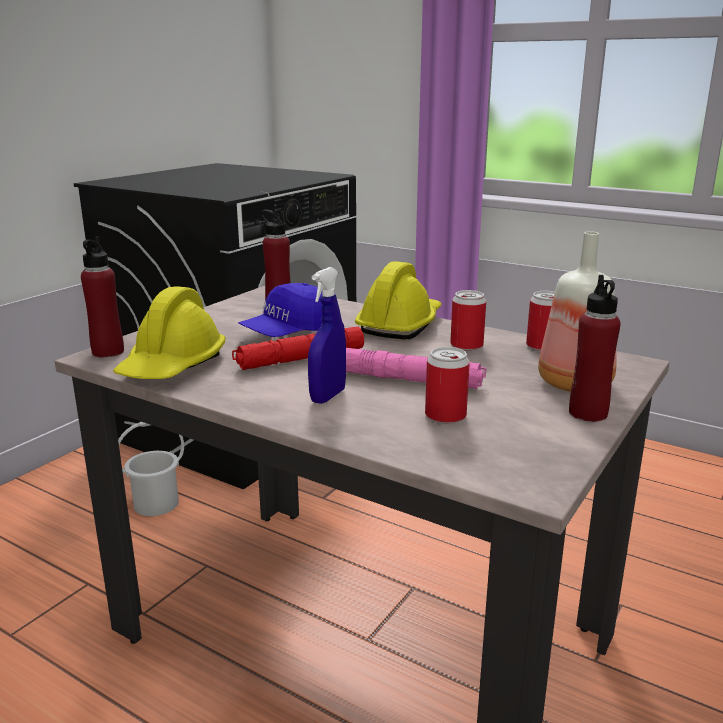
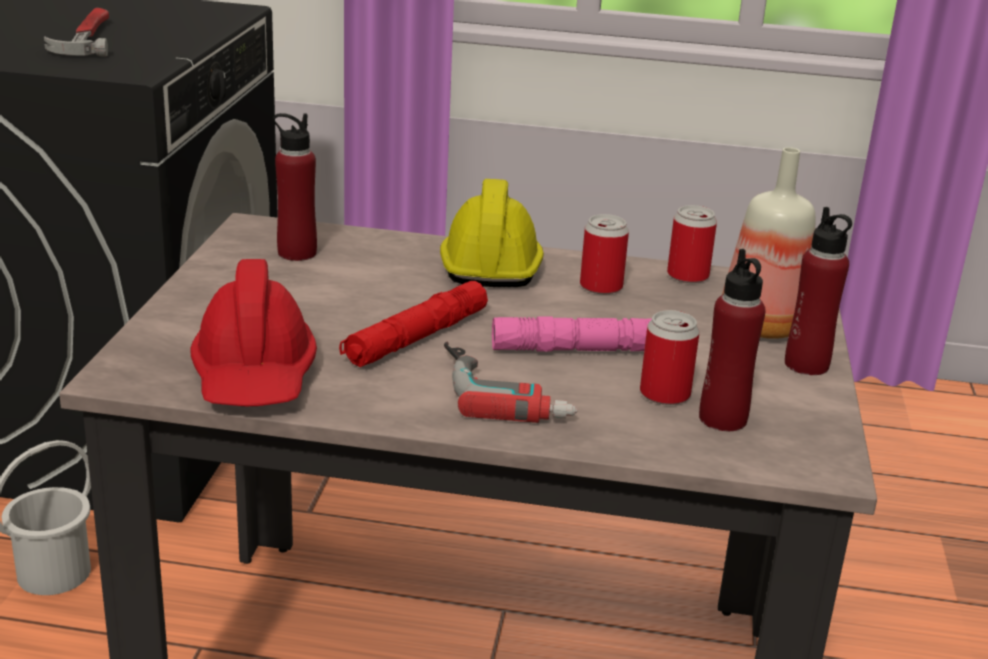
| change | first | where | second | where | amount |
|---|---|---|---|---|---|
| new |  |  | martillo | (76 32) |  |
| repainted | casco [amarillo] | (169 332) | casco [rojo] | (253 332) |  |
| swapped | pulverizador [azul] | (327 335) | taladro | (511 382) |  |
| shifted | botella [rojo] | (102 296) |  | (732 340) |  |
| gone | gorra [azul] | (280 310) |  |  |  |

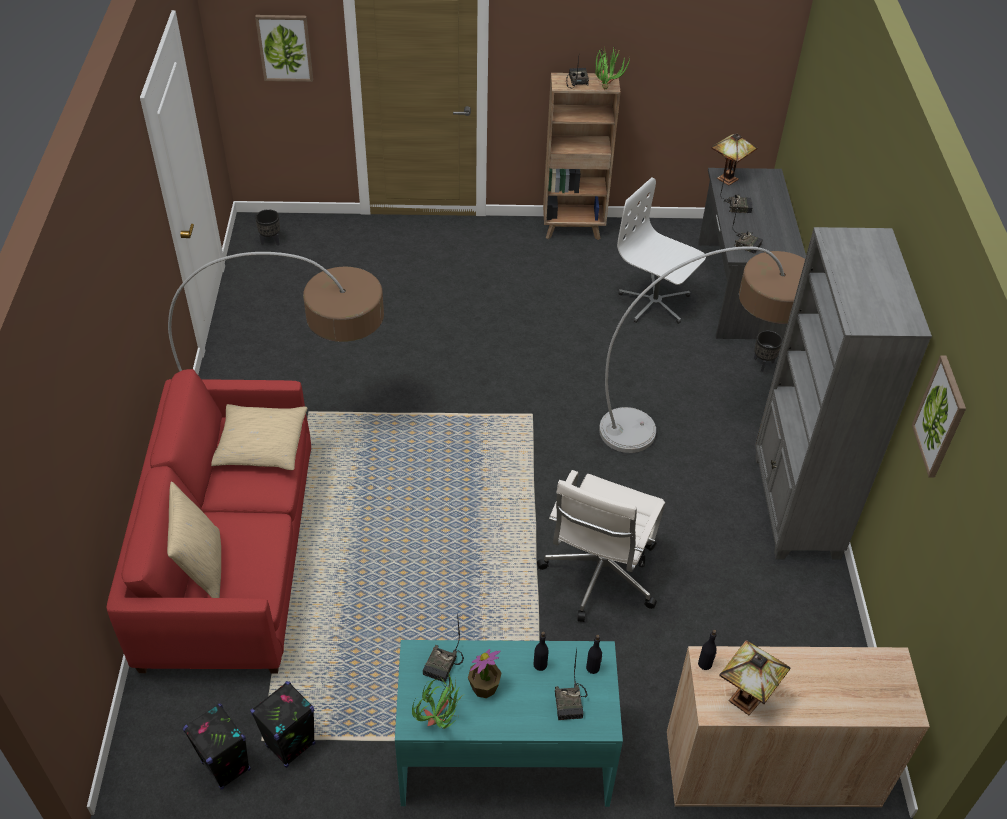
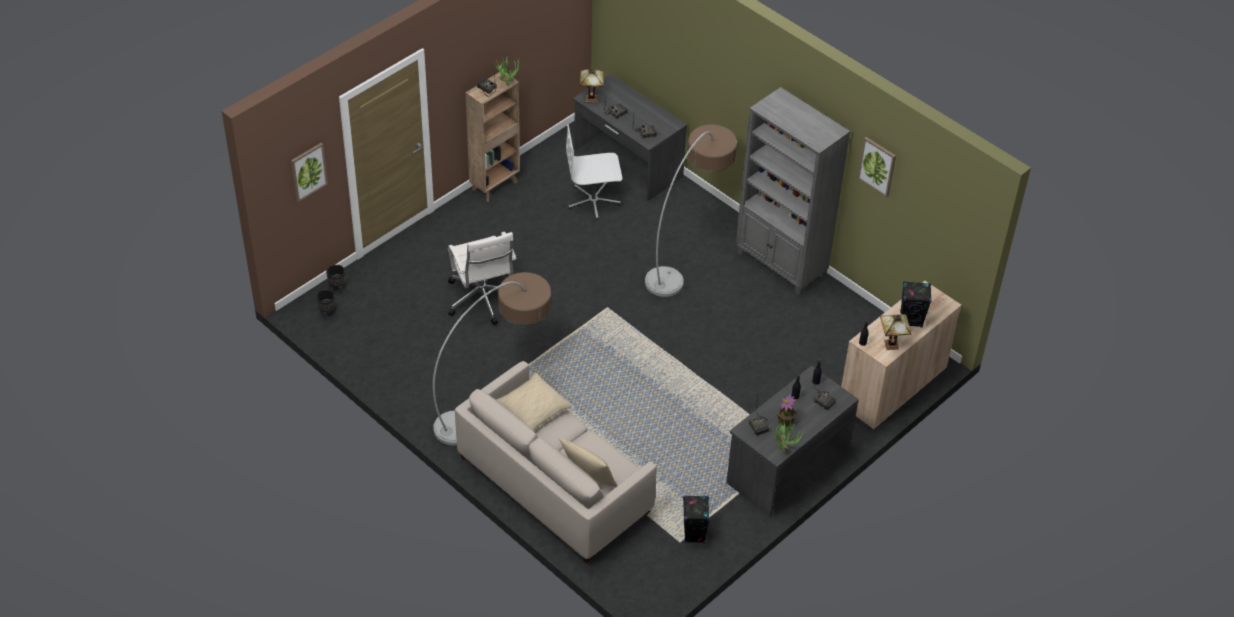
| change | first | where | second | where | amount |
|---|---|---|---|---|---|
| shifted | maceta [negro] | (768 351) |  | (336 279) |  |
| shifted | silla de oficina [blanco] | (601 546) |  | (482 278) |  |
| repainted | sofá [rojo] | (209 521) | sofá [beis] | (556 462) |  |
| repainted | escritorio [turquesa] | (509 723) | escritorio [gris] | (793 441) |  |
| shifted | altavoz [negro] | (217 746) |  | (916 304) |  |

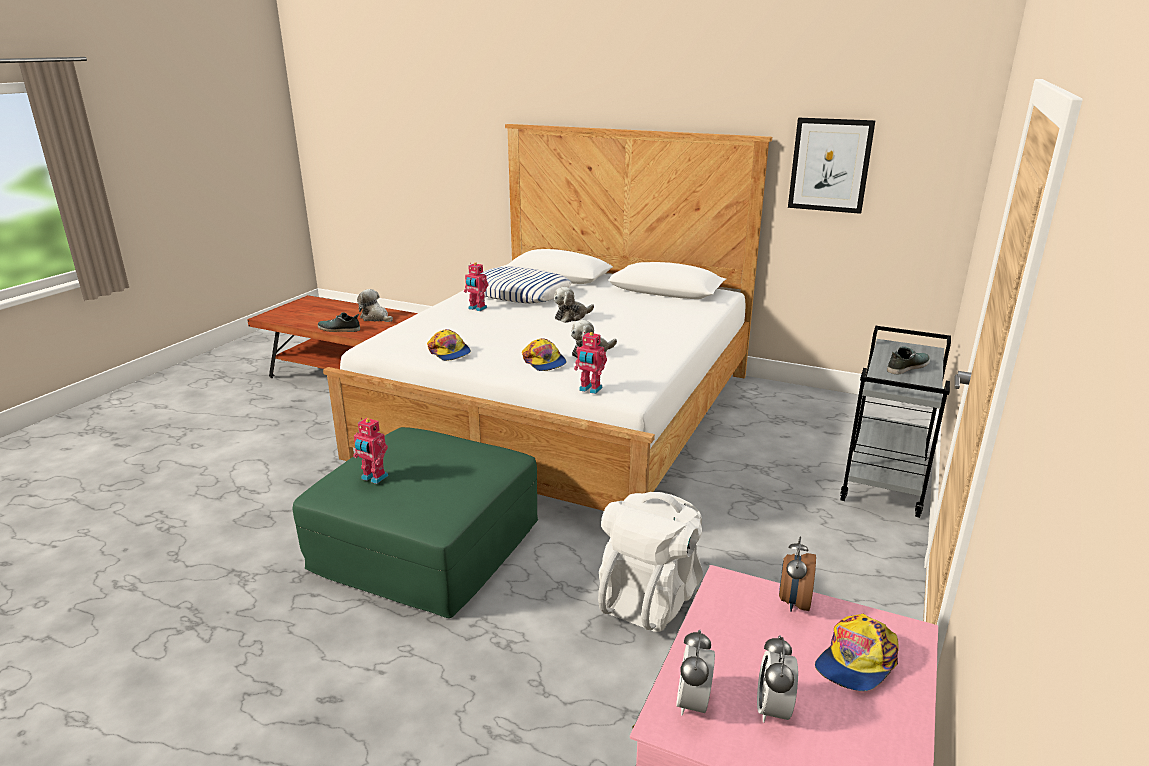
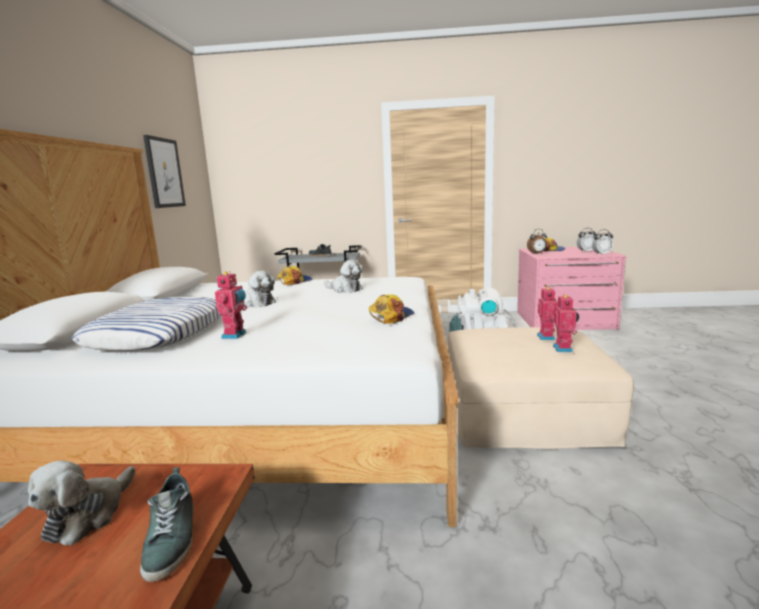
| change | first | where | second | where | amount |
|---|---|---|---|---|---|
| shifted | gorra | (544 354) |  | (295 275) |  |
| repainted | puf [verde] | (415 522) | puf [beis] | (541 388) |  |
| shifted | robot de juguete | (590 363) |  | (548 313) |  |

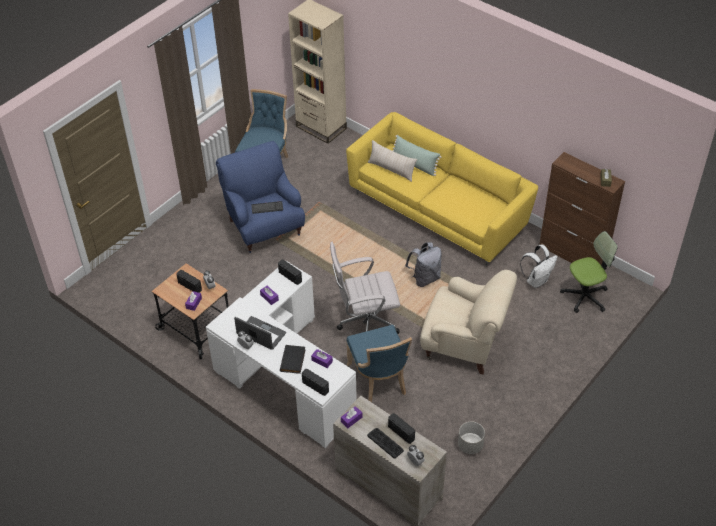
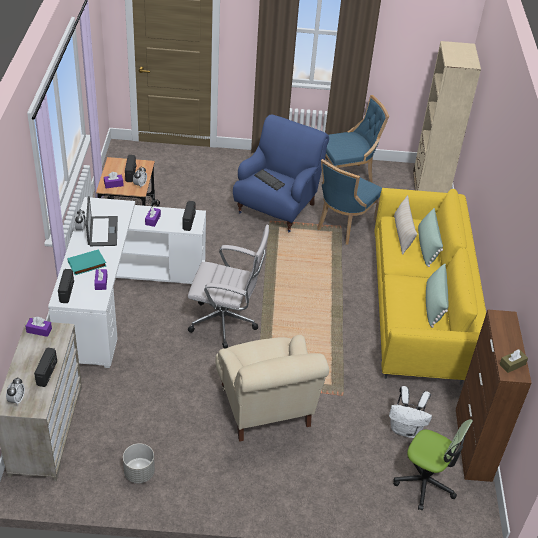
| change | first | where | second | where | amount |
|---|---|---|---|---|---|
| repainted | libro [negro] | (293 359) | libro [turquesa] | (86 262) |  |
| rotated | silla de oficina [blanco] | (365 288) |  | (228 286) | 150 degrees clockwise |
| shifted | silla [azul] | (379 363) |  | (349 202) |  |
| new |  |  | cojín [verde] | (437 296) |  |
| gone | teclado | (385 443) |  |  |  |
| gone | mochila [gris] | (423 264) |  |  |  |

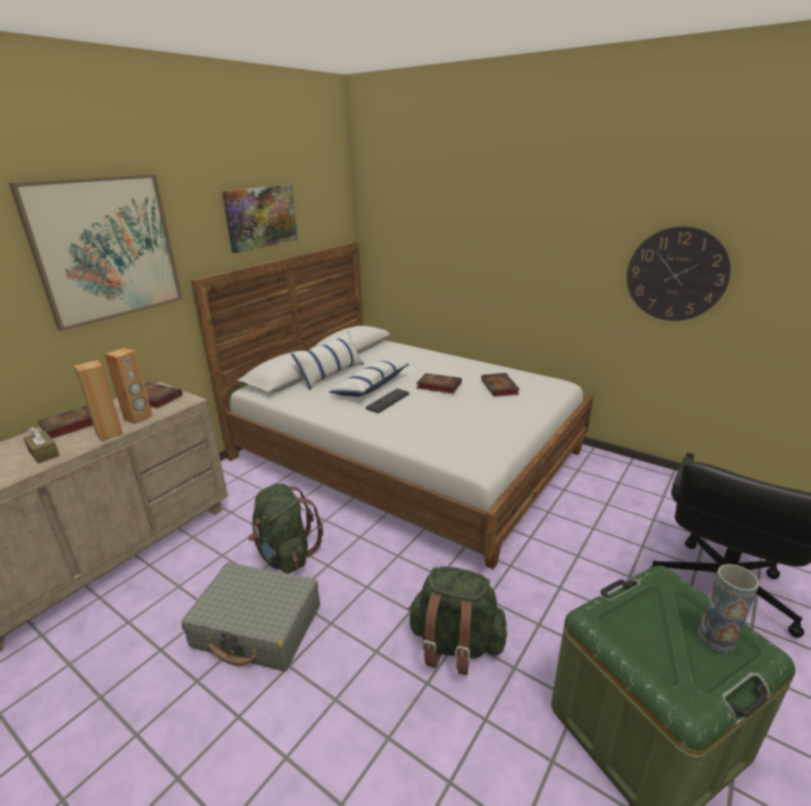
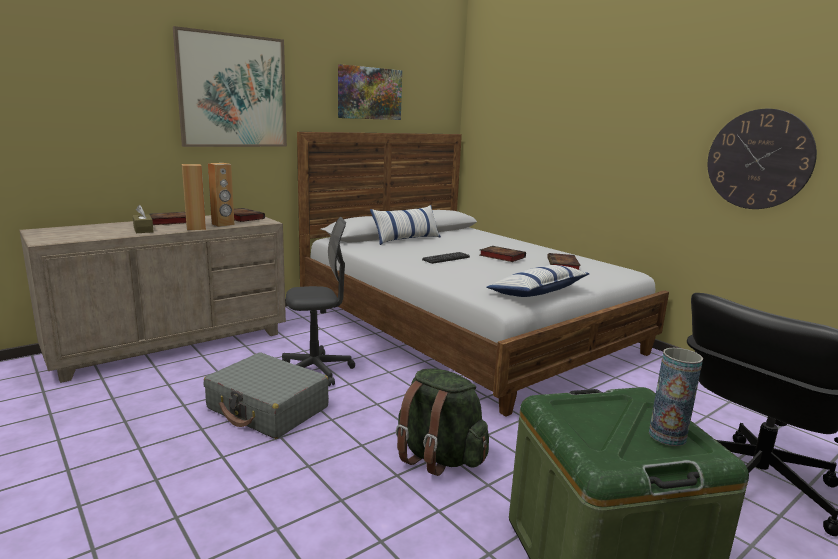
| change | first | where | second | where | amount |
|---|---|---|---|---|---|
| swapped | mochila [verde] | (285 528) | silla de oficina [gris] | (318 301) |  |
| shifted | cojín | (369 379) |  | (537 281) |  |

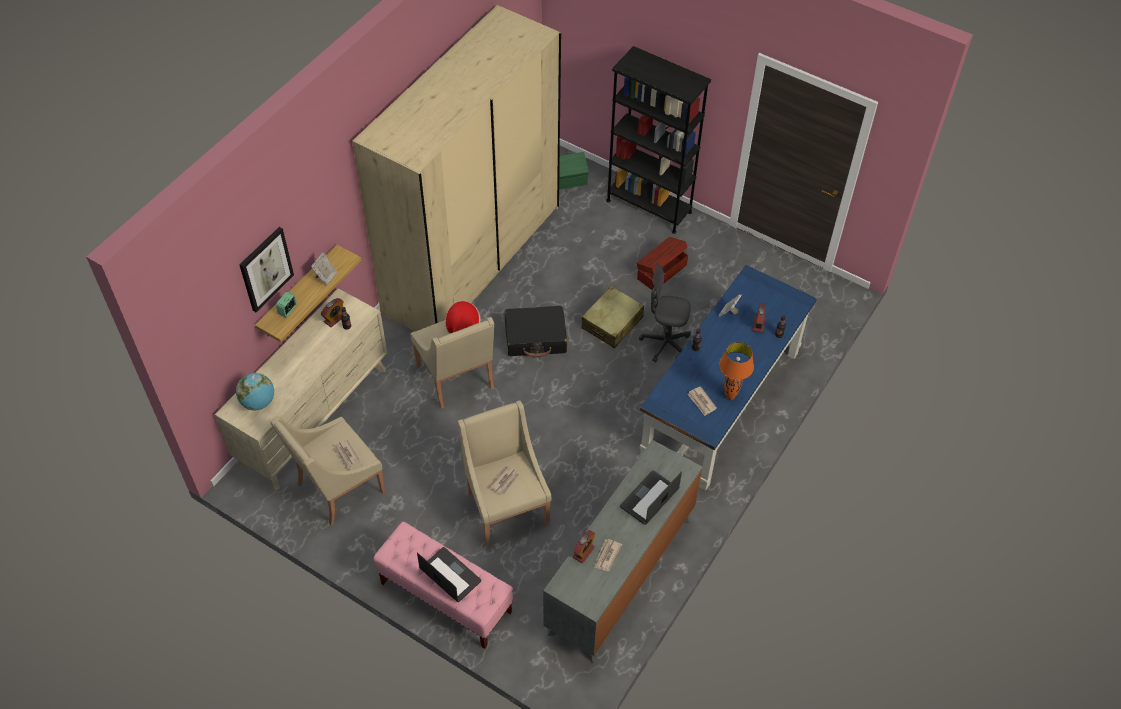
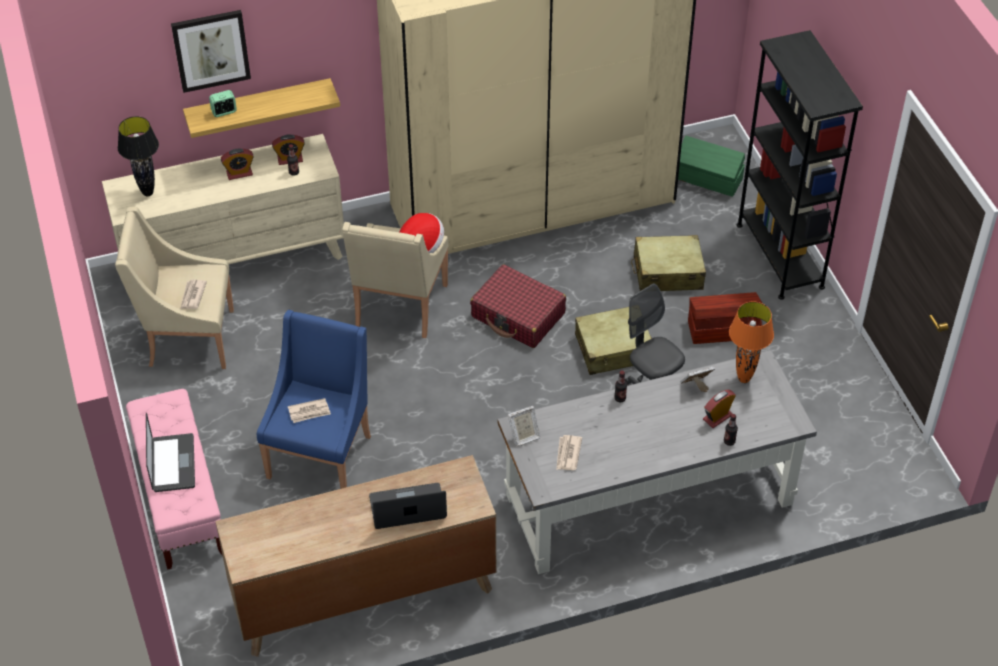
| change | first | where | second | where | amount |
|---|---|---|---|---|---|
| swapped | globo terráqueo | (255 392) | lámpara de mesa [negro] | (138 156) |  |
| repainted | cómoda [gris] | (623 551) | cómoda [marrón] | (355 556) |  |
| shifted | despertador | (584 547) |  | (237 164) |  |
| repainted | sillón [beis] | (504 473) | sillón [azul] | (314 399) |  |
| repainted | maleta [negro] | (536 332) | maleta [rojo] | (518 306) |  |
| repainted | escritorio [azul] | (728 378) | escritorio [gris] | (657 462) |  |
| shifted | portarretratos | (324 269) |  | (524 426) |  |
| new |  |  | maleta [beis] | (668 263) |  |
| shifted | lámpara de mesa [naranja] | (736 371) |  | (751 342) |  |
| gone | periódico | (608 555) |  |  |  |

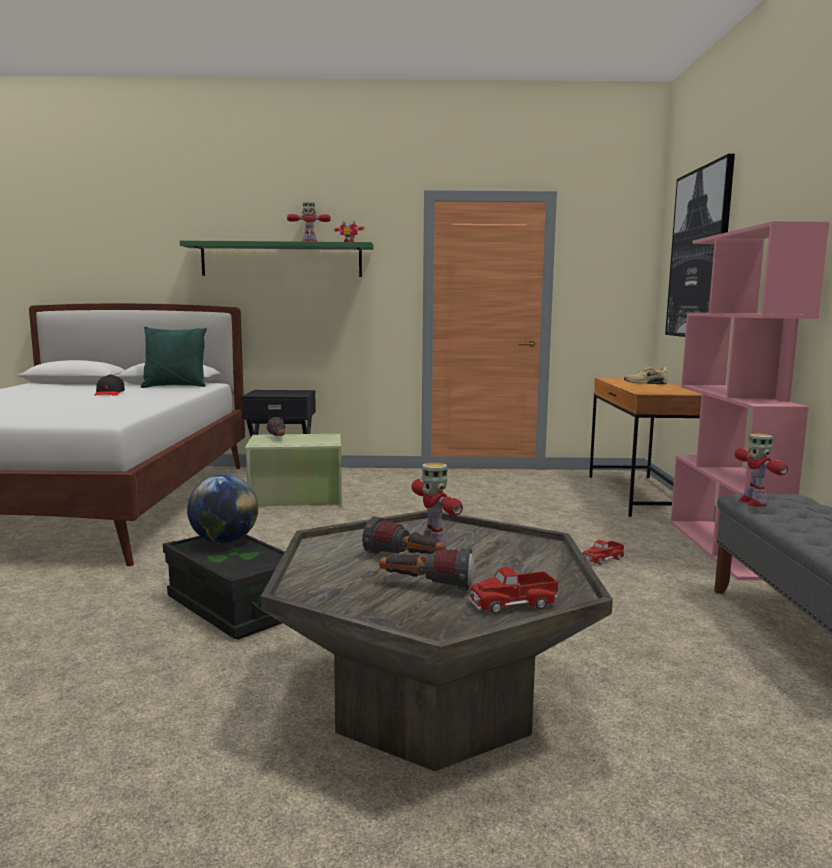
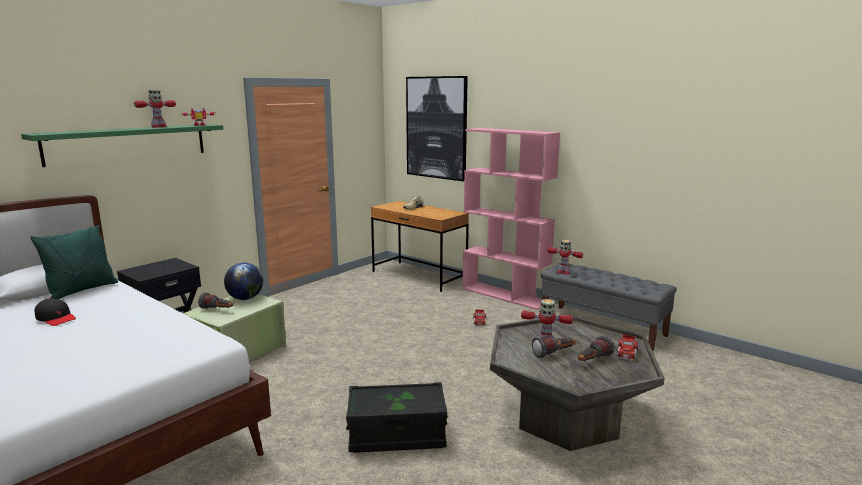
| change | first | where | second | where | amount |
|---|---|---|---|---|---|
| shifted | globo terráqueo | (222 508) |  | (243 281) |  |

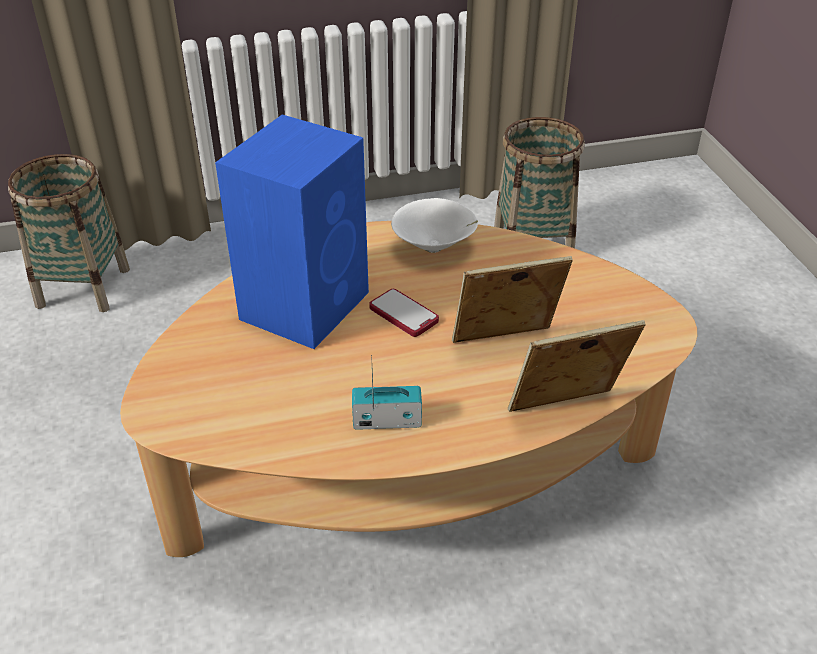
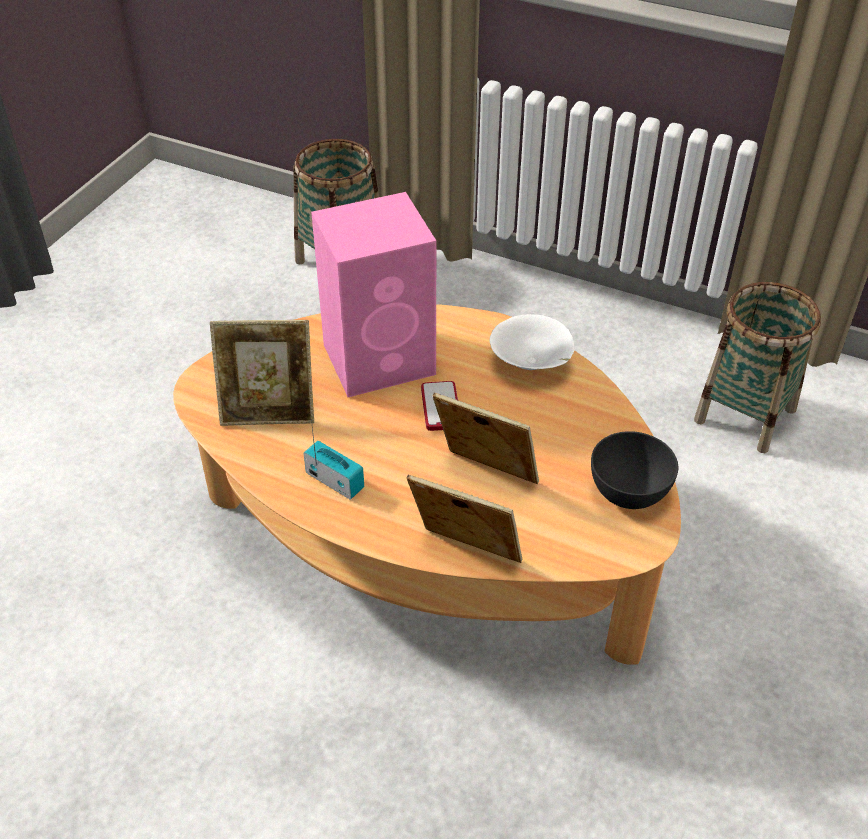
| change | first | where | second | where | amount |
|---|---|---|---|---|---|
| new |  |  | portarretratos | (262 373) |  |
| repainted | altavoz [azul] | (292 231) | altavoz [rosa] | (373 294) |  |
| new |  |  | cuenco [gris] | (634 470) |  |

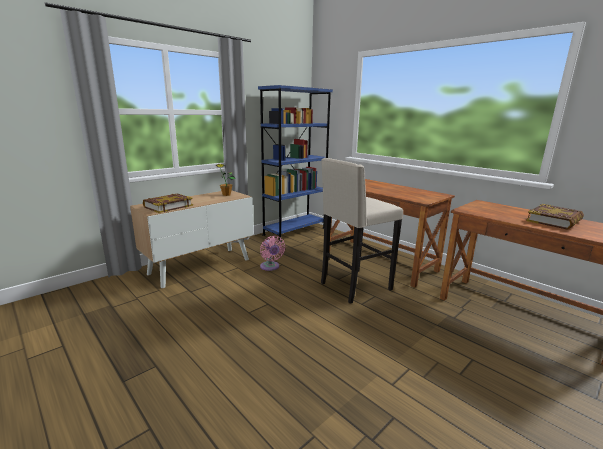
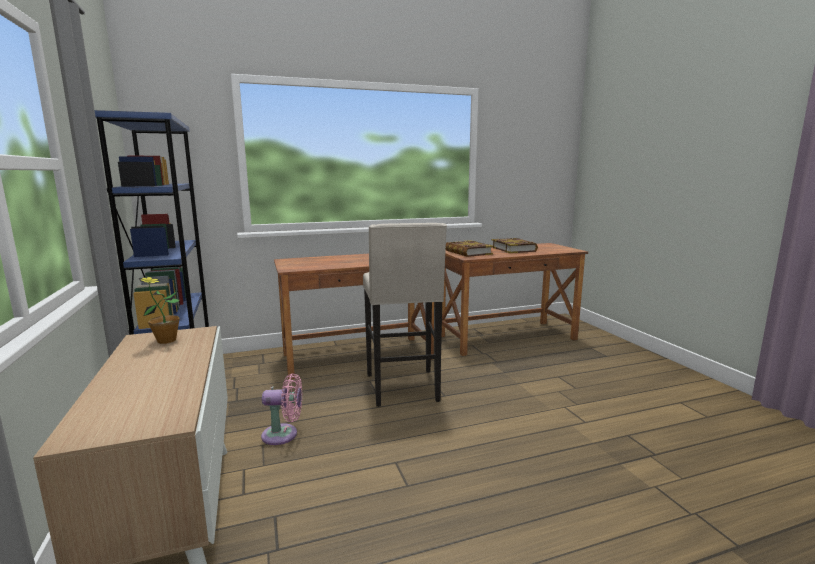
| change | first | where | second | where | amount |
|---|---|---|---|---|---|
| shifted | libro | (168 203) |  | (469 248) |  |

